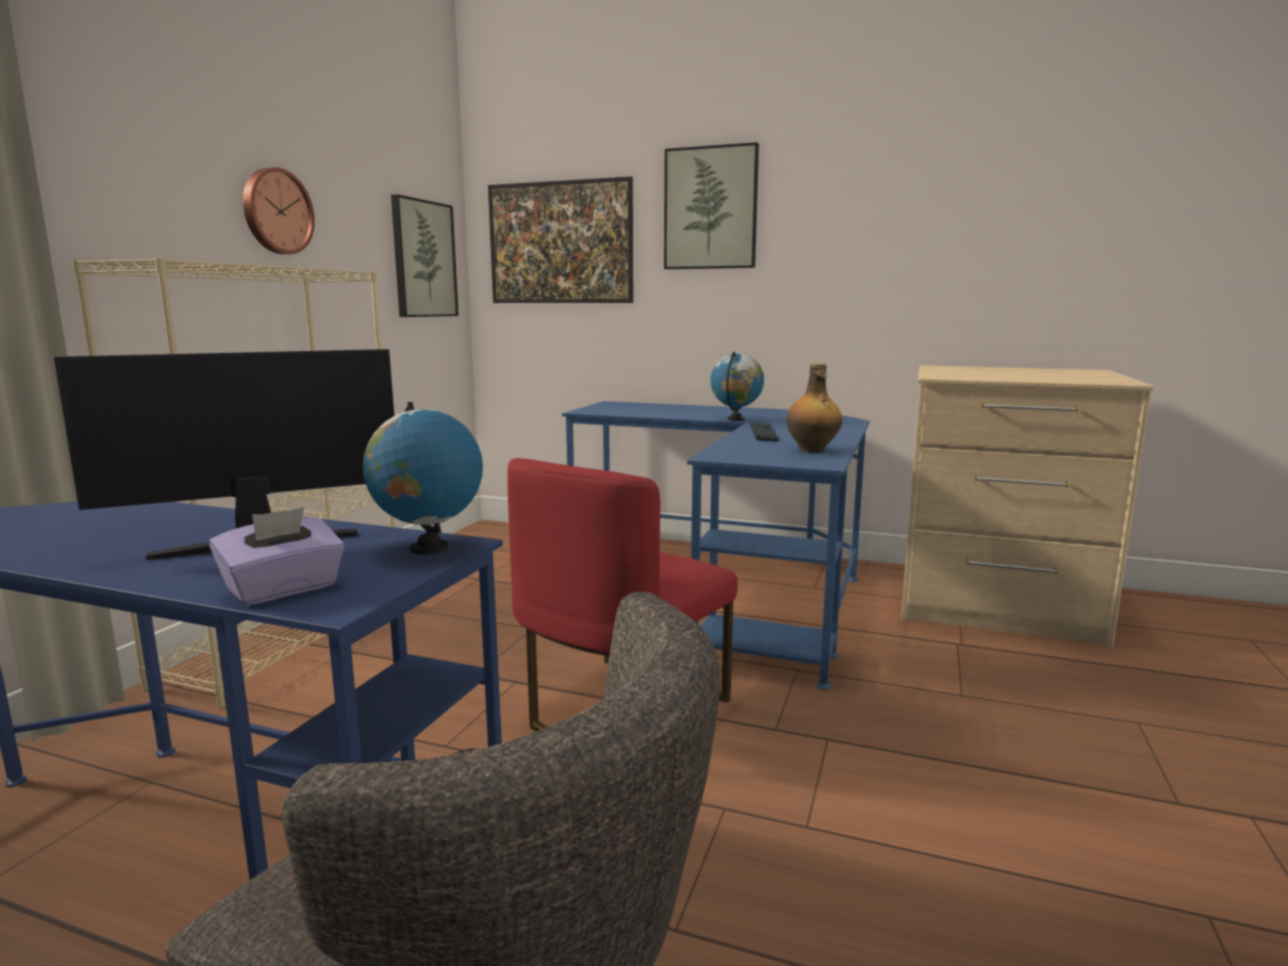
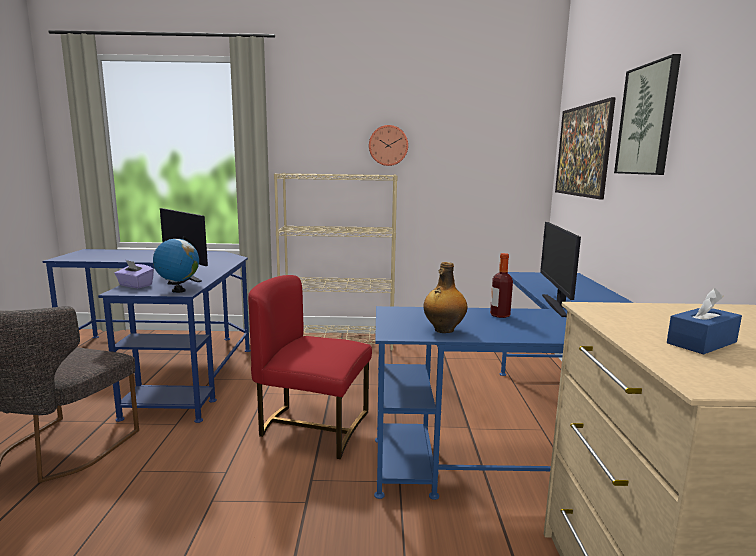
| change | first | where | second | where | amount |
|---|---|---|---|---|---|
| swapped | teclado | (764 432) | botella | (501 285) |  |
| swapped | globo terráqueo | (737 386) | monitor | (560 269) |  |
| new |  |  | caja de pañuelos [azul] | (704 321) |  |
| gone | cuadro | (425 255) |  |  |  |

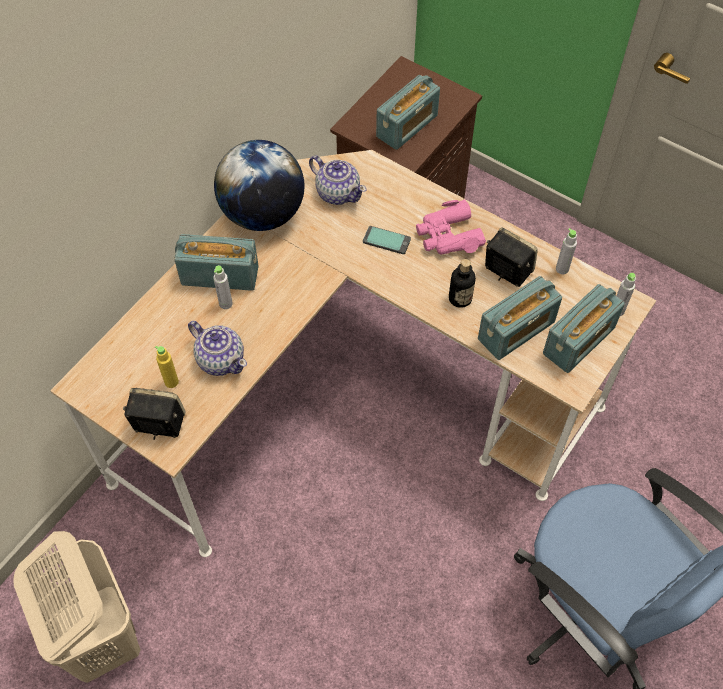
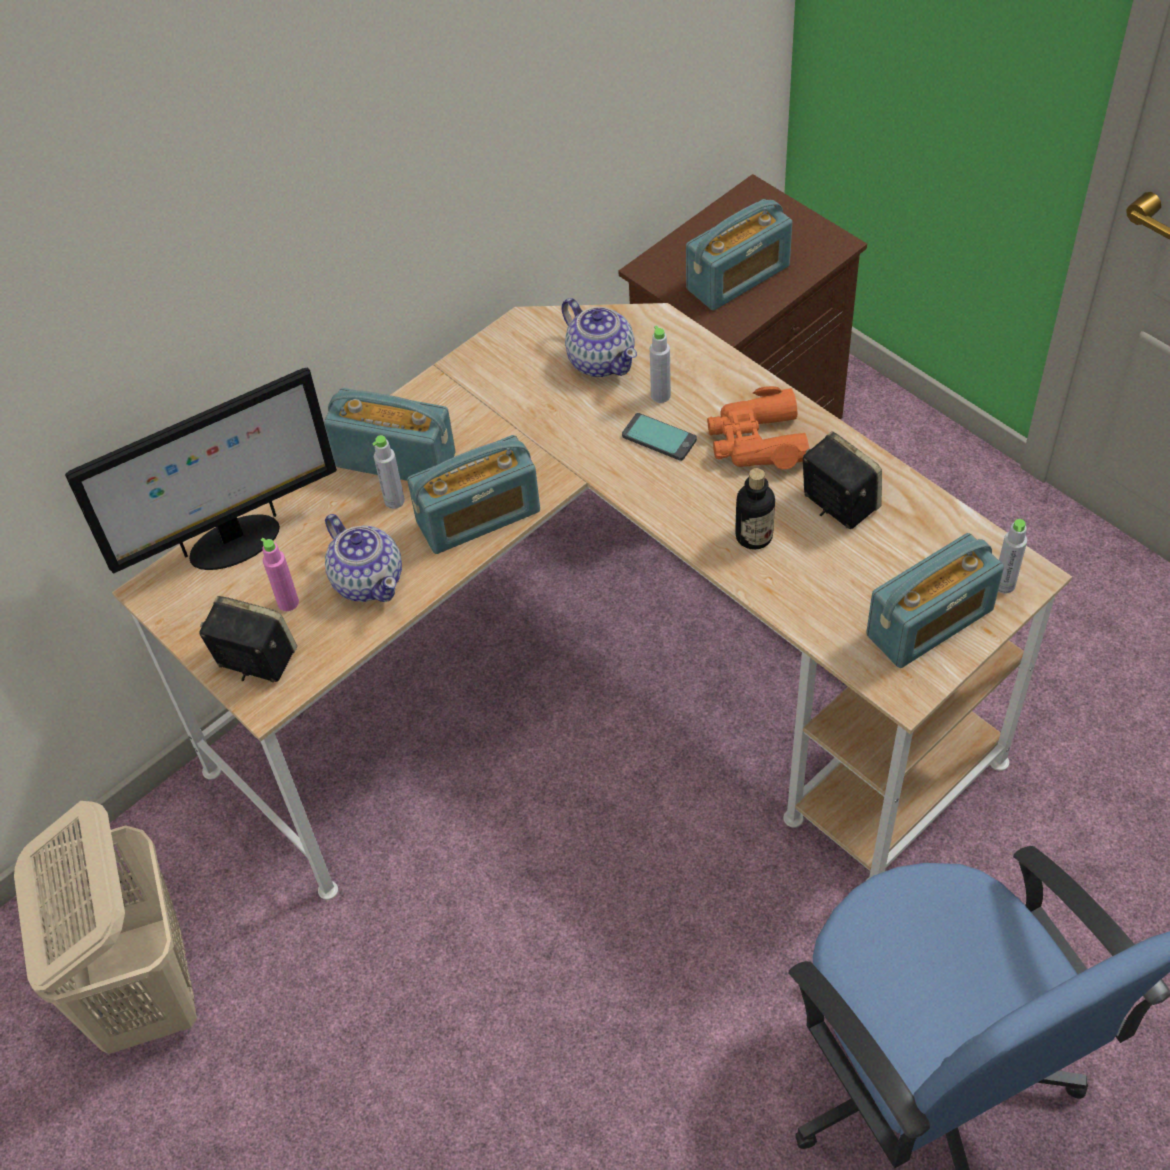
| change | first | where | second | where | amount |
|---|---|---|---|---|---|
| new |  |  | monitor | (201 470) |  |
| repainted | botella [amarillo] | (167 367) | botella [rosa] | (280 574) |  |
| shifted | radio | (520 318) |  | (473 494) |  |
| shifted | botella [gris] | (566 251) |  | (660 364) |  |
| repainted | prismáticos [rosa] | (451 227) | prismáticos [naranja] | (758 428) |  |
| gone | globo terráqueo | (259 185) |  |  |  |

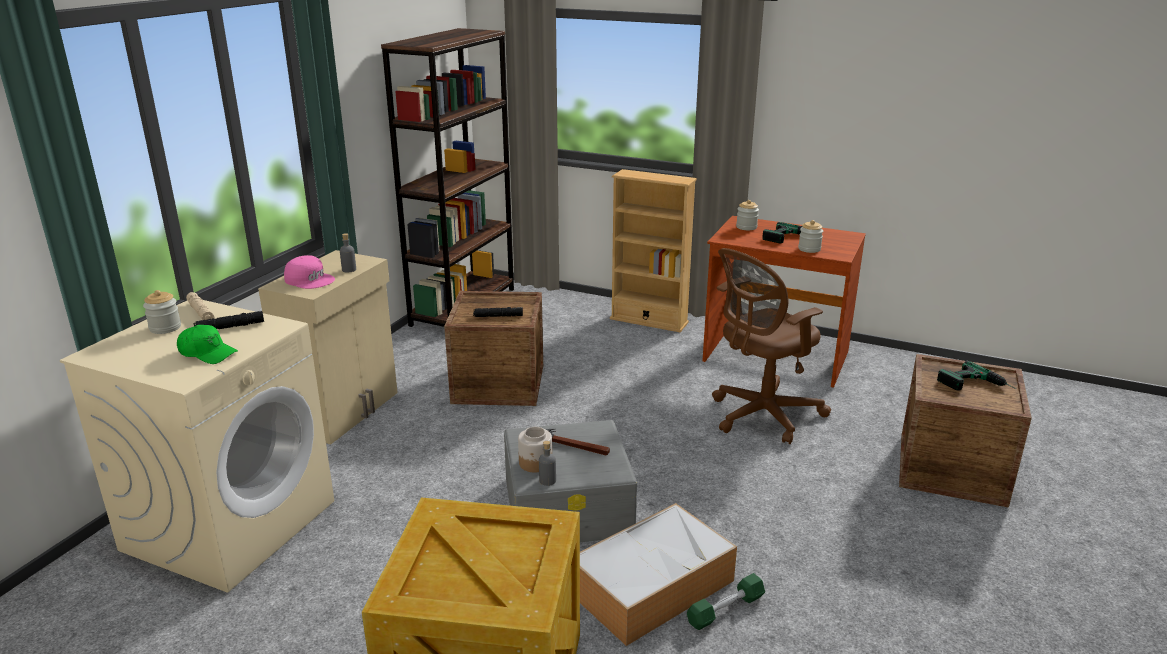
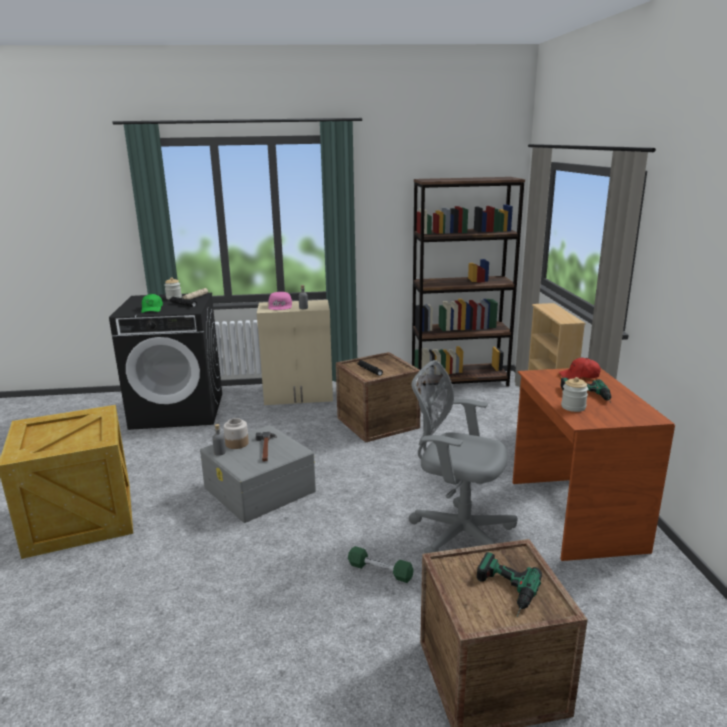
| change | first | where | second | where | amount |
|---|---|---|---|---|---|
| repainted | lavadora [beis] | (197 446) | lavadora [negro] | (165 361) |  |
| shifted | mancuerna [verde] | (726 601) |  | (381 564) |  |
| repainted | silla de oficina [marrón] | (771 346) | silla de oficina [gris] | (463 456) |  |
| swapped | tarro | (747 215) | gorra [rojo] | (580 368) |  |
| gone | caja de almacenaje | (658 574) |  |  |  |

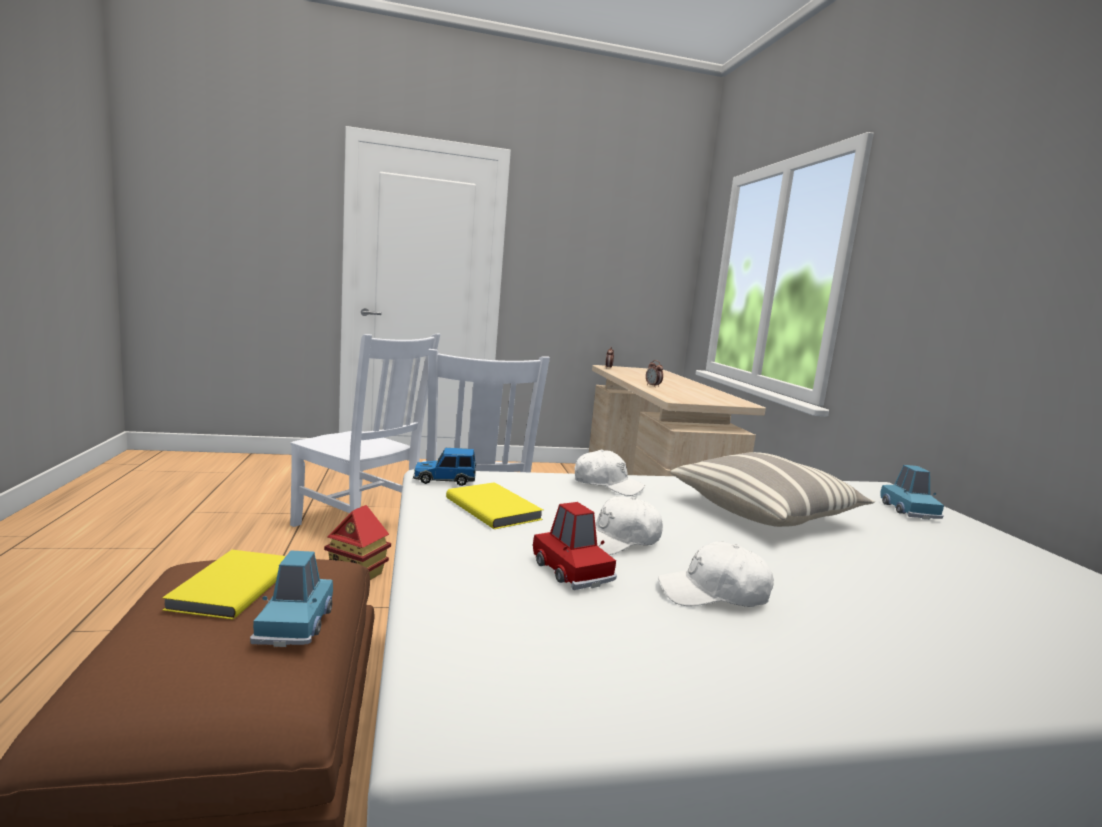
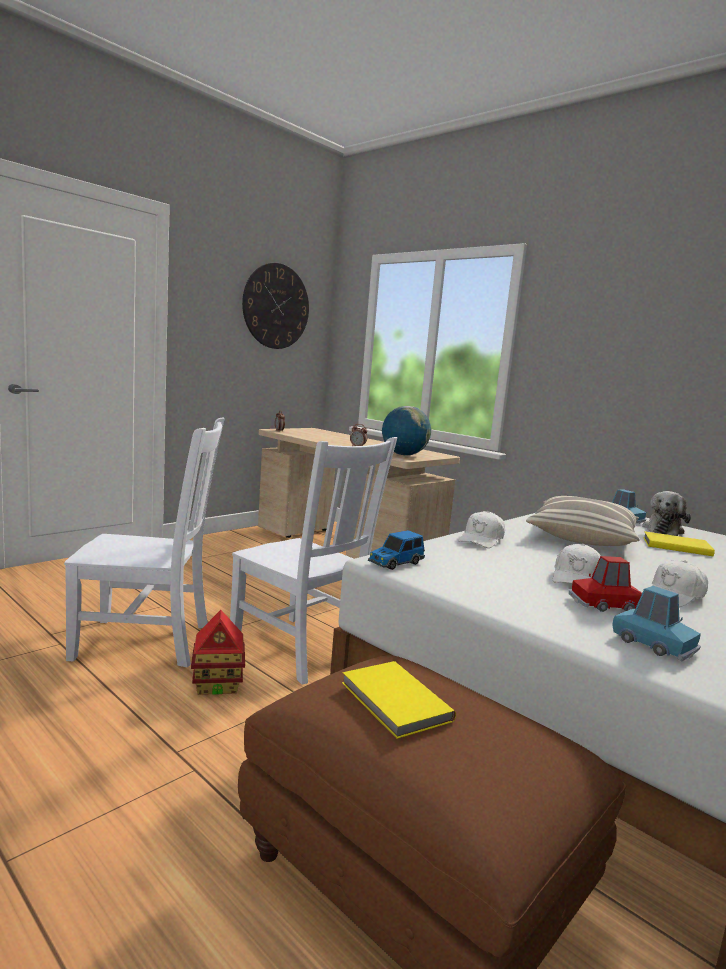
| change | first | where | second | where | amount |
|---|---|---|---|---|---|
| new |  |  | reloj de pared | (275 306) |  |
| new |  |  | globo terráqueo | (406 431) |  |
| rotated | gorra [blanco] | (610 472) |  | (482 529) | 135 degrees clockwise |
| rotated | coche de juguete [rojo] | (575 546) |  | (605 584) | 150 degrees clockwise |
| shifted | coche de juguete [azul] | (291 599) |  | (656 623) |  |
| new |  |  | peluche | (666 513) |  |
| shifted | libro [amarillo] | (494 505) |  | (679 543) |  |

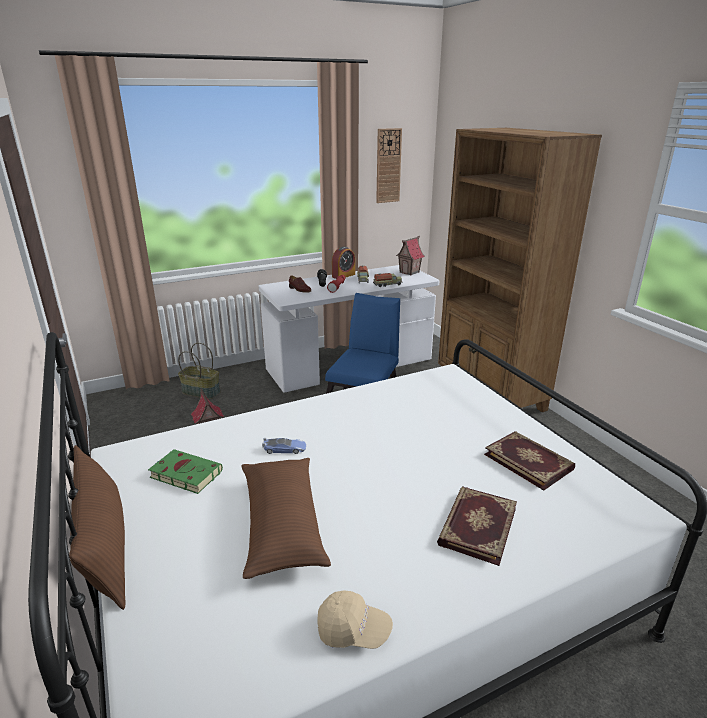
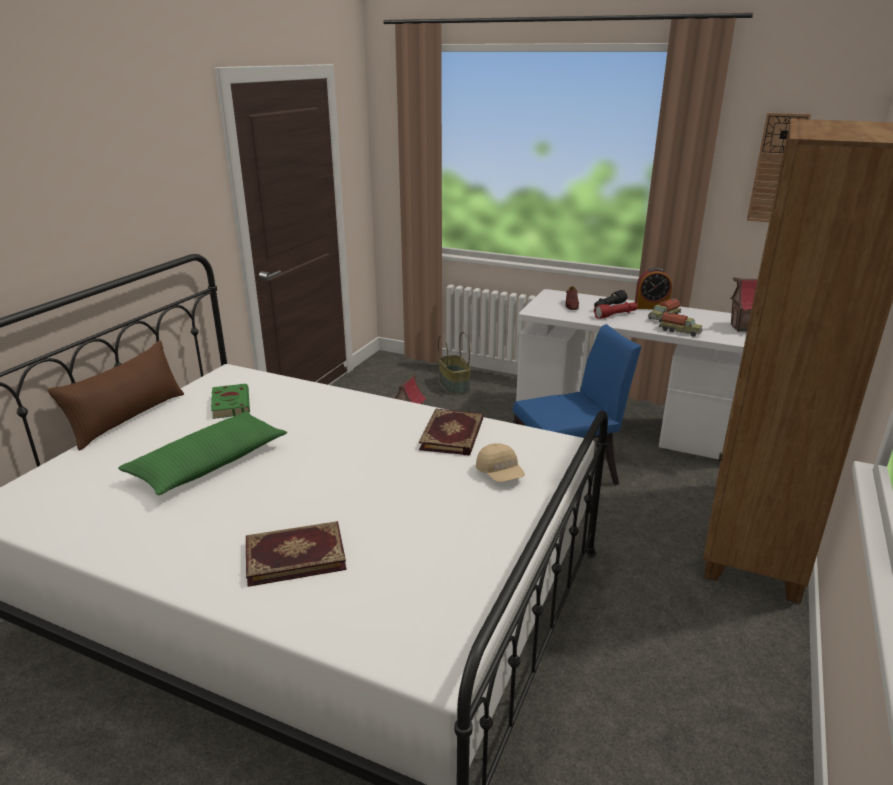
| change | first | where | second | where | amount |
|---|---|---|---|---|---|
| repainted | cojín [marrón] | (286 518) | cojín [verde] | (202 453) |  |
| shifted | libro | (529 460) |  | (451 432) |  |
| shifted | gorra [beis] | (355 620) |  | (500 462) |  |
| gone | coche de juguete | (284 446) |  |  |  |

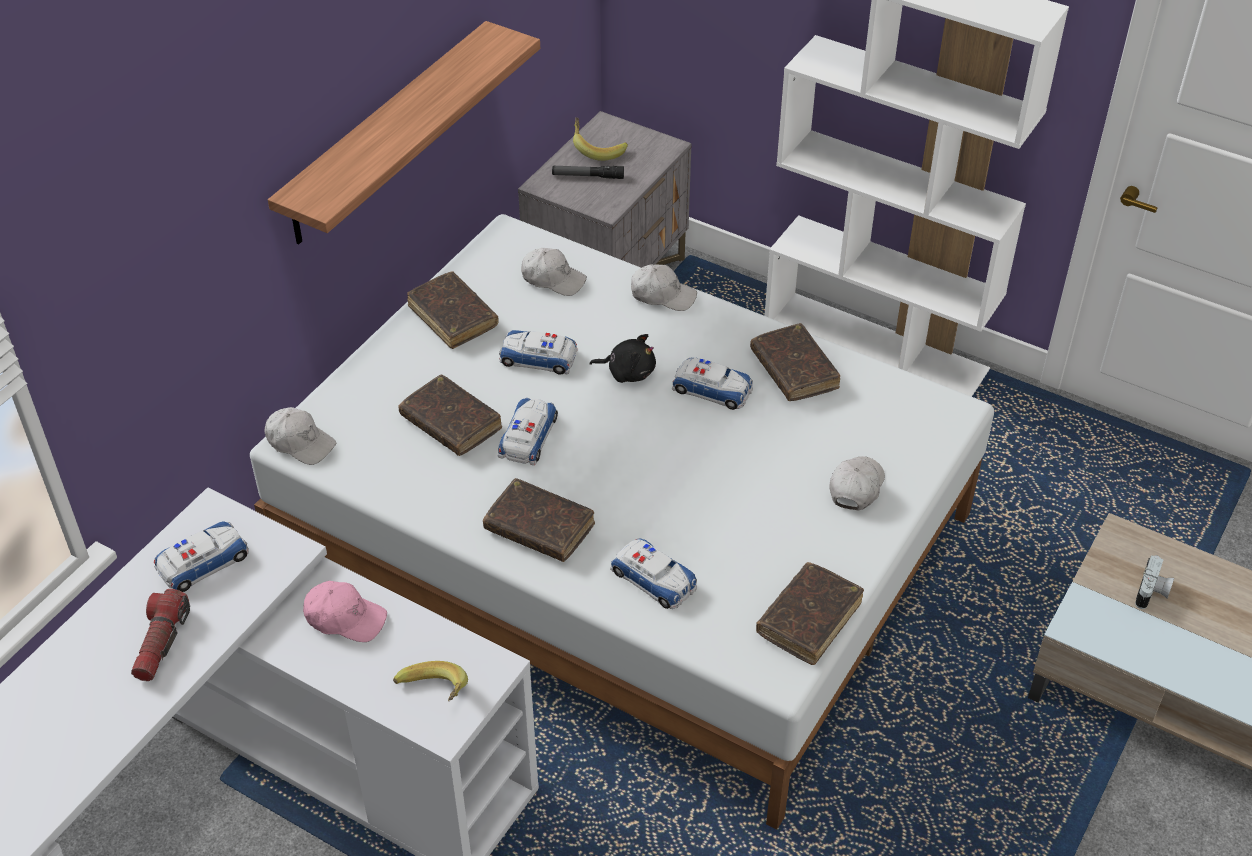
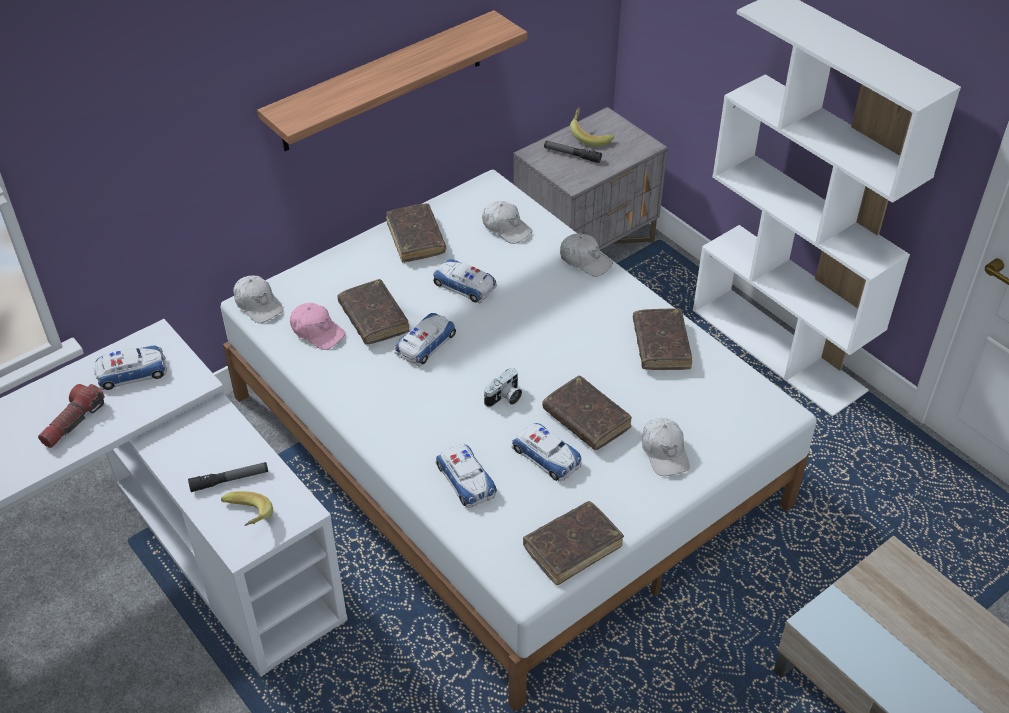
| change | first | where | second | where | amount |
|---|---|---|---|---|---|
| new |  |  | linterna | (228 477) |  |
| shifted | gorra [rosa] | (345 611) |  | (318 326) |  |
| shifted | cámara | (1154 582) |  | (503 387) |  |
| shifted | coche de juguete | (712 384) |  | (546 452) |  |
| shifted | libro [marrón] | (539 520) |  | (587 413) |  |
| rotated | gorra [blanco] | (857 483) |  | (666 447) | 120 degrees clockwise |
| gone | peluche [negro] | (623 358) |  |  |  |

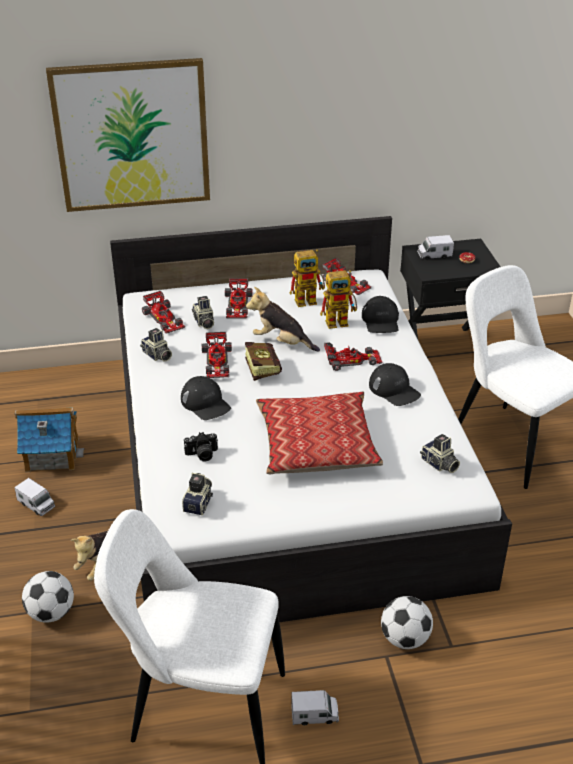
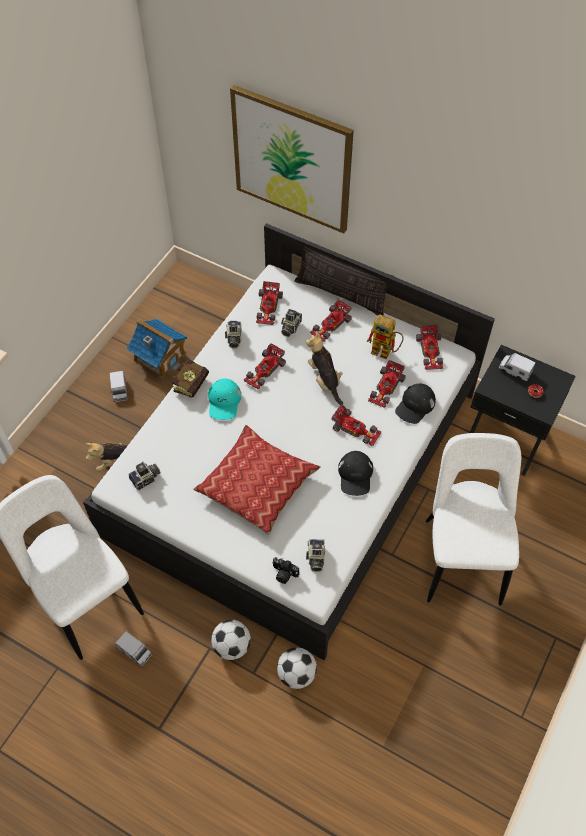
| change | first | where | second | where | amount |
|---|---|---|---|---|---|
| shifted | libro | (263 361) |  | (190 378) |  |
| repainted | gorra [negro] | (206 398) | gorra [turquesa] | (224 399) |  |
| shifted | cámara | (201 447) |  | (285 570) |  |
| shifted | balón de fútbol | (48 597) |  | (297 668) |  |
| new |  |  | cojín | (343 281) |  |
| swapped | robot de juguete | (338 299) | coche de juguete | (387 384) |  |

